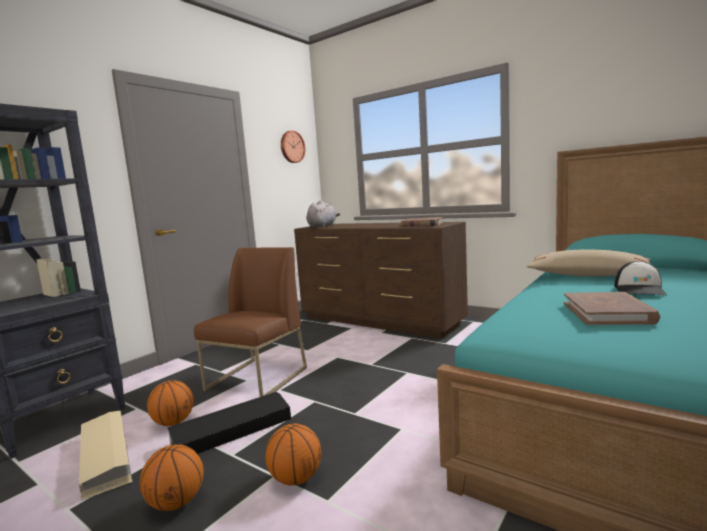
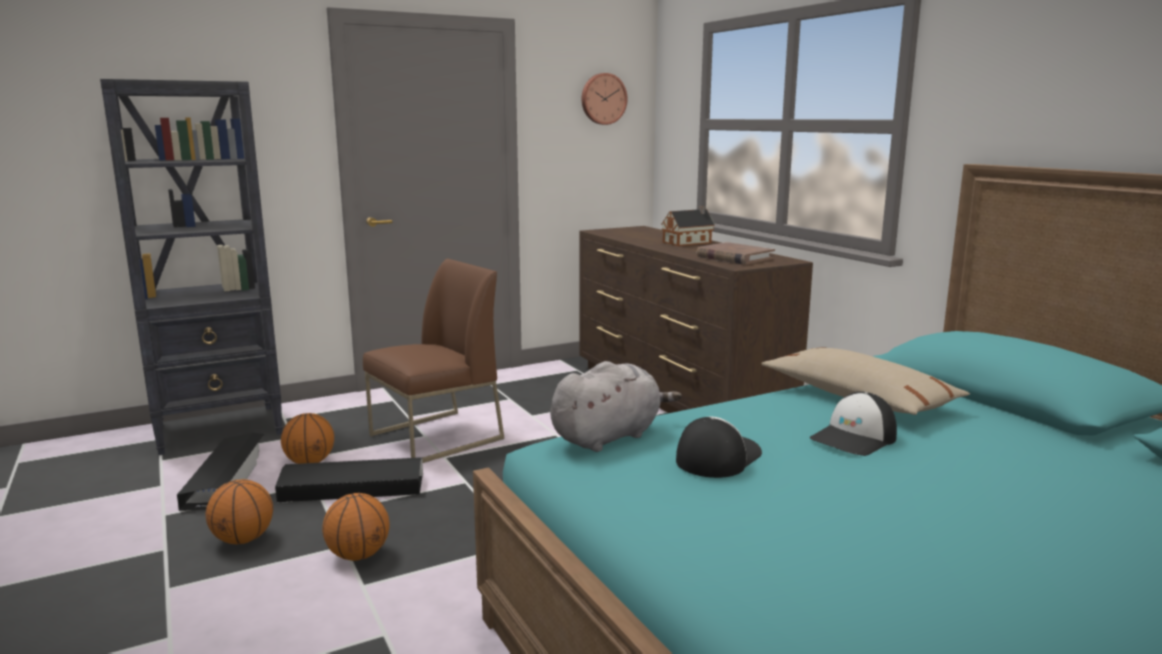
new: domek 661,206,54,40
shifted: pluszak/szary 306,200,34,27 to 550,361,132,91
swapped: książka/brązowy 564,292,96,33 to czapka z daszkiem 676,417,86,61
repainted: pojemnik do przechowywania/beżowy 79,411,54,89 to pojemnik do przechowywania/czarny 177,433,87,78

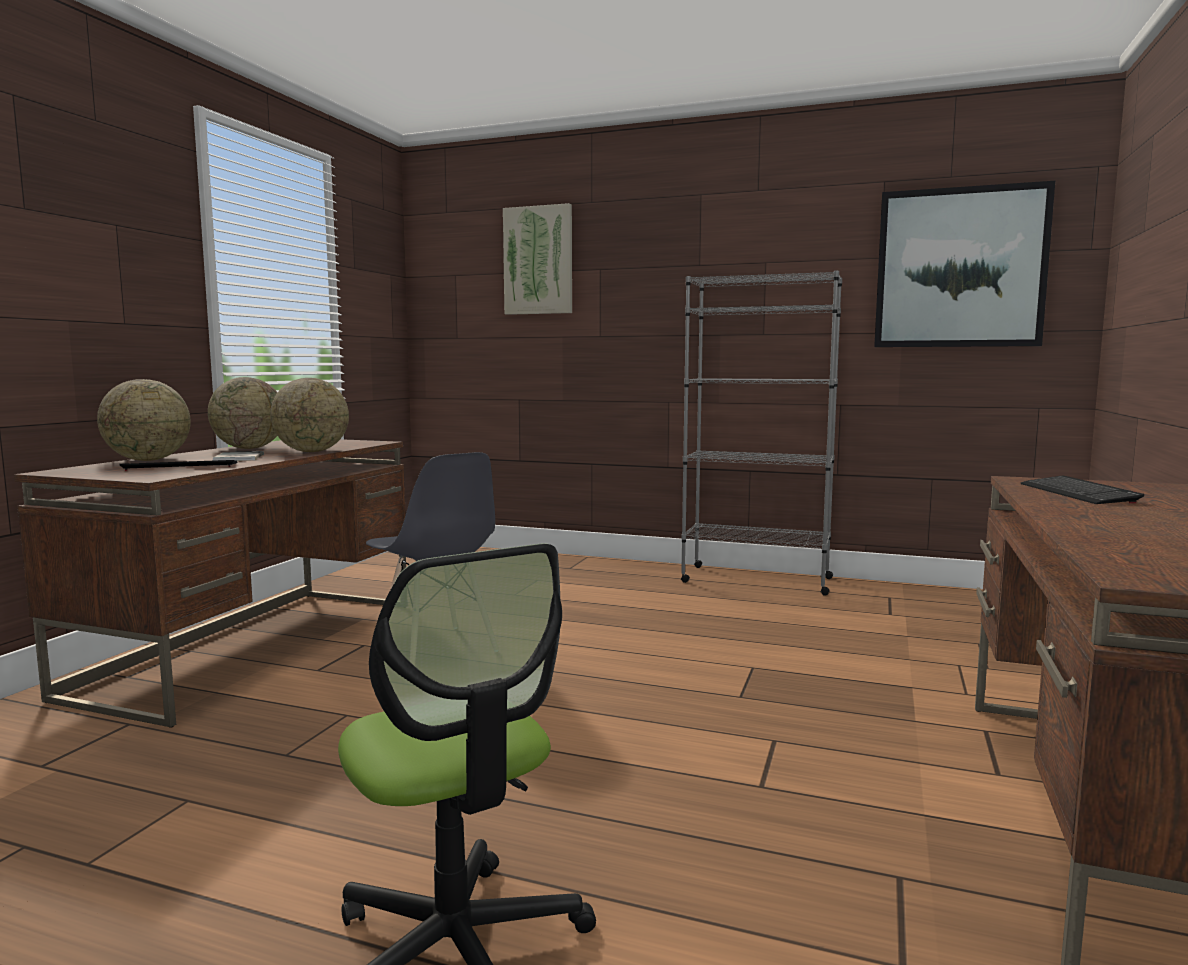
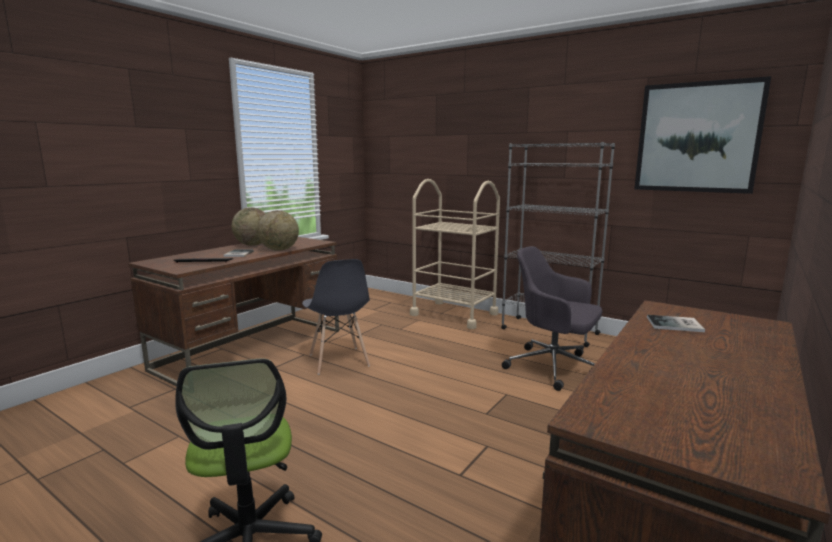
gone: globus 97,379,94,82; obraz 503,203,69,112
new: wózek/beżowy 410,179,90,150; krzesło biurowe/szary 502,246,100,145
swapped: klawiatura 1021,476,123,28 to książka 647,315,58,17

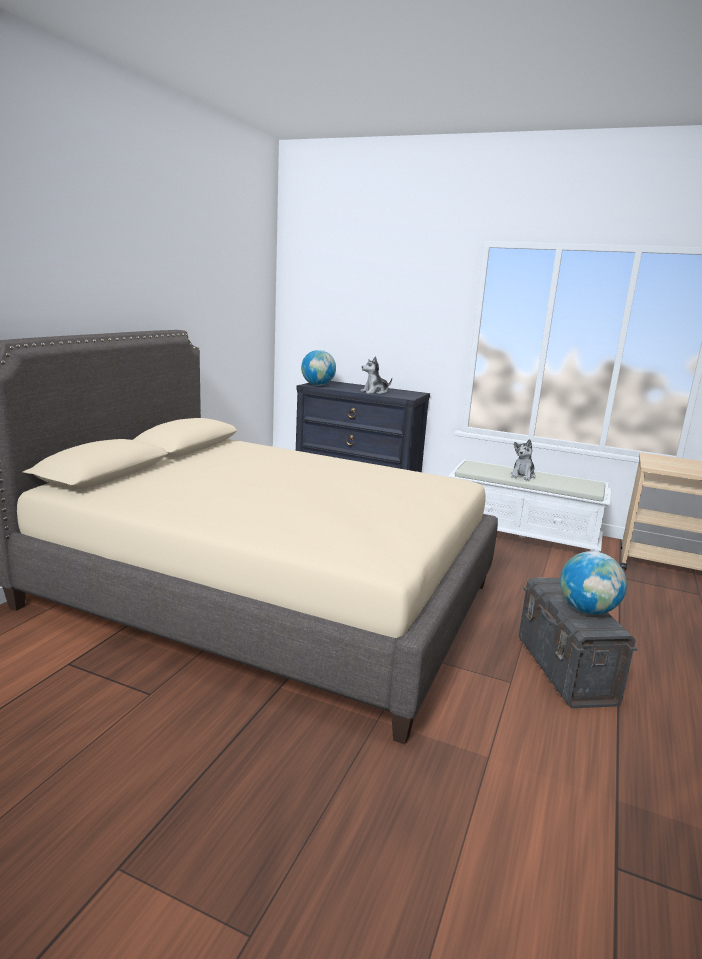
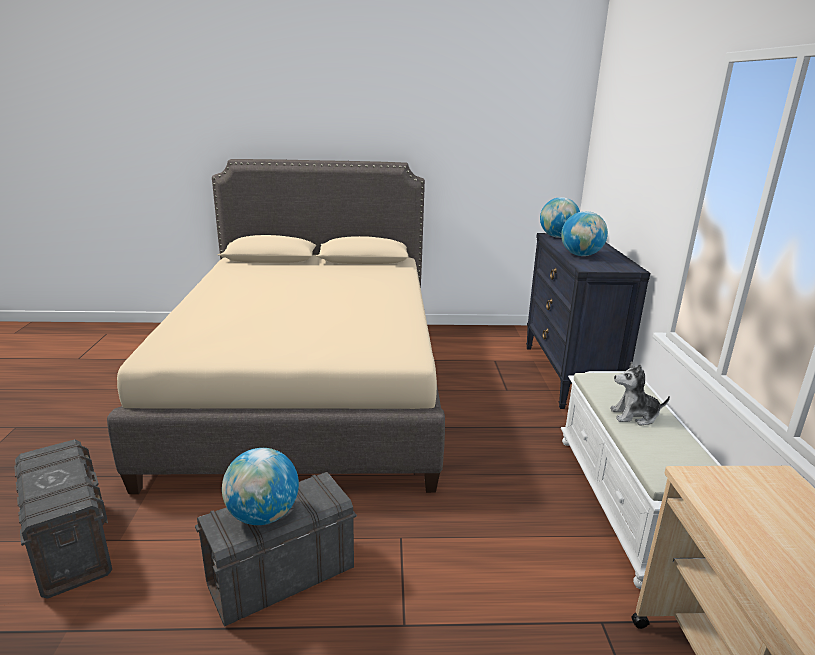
new: pojemnik do przechowywania/szary 14,439,98,160
swapped: pluszak 361,356,31,38 to globus 561,211,47,45

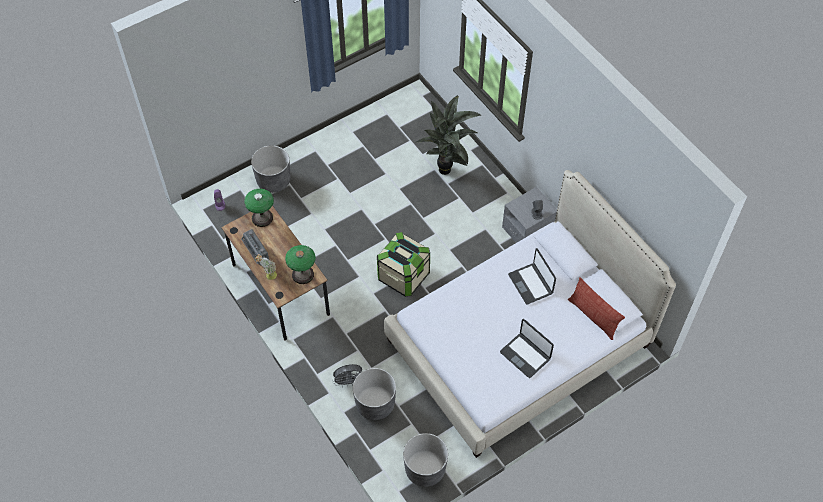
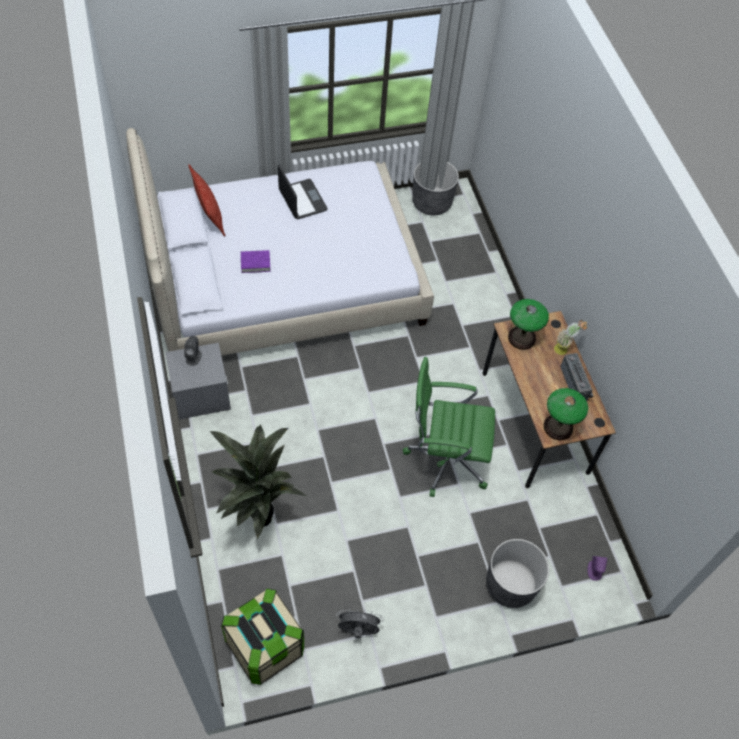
gone: donica/szary 353,368,43,52
new: krzesło biurowe/zielony 403,357,92,140
shifted: wentylator/szary 332,364,30,23 to 336,608,48,30; pojemnik do przechowywania 377,232,53,65 to 221,588,83,97
swapped: laptop 508,248,48,56 to książka/fioletowy 241,250,30,23

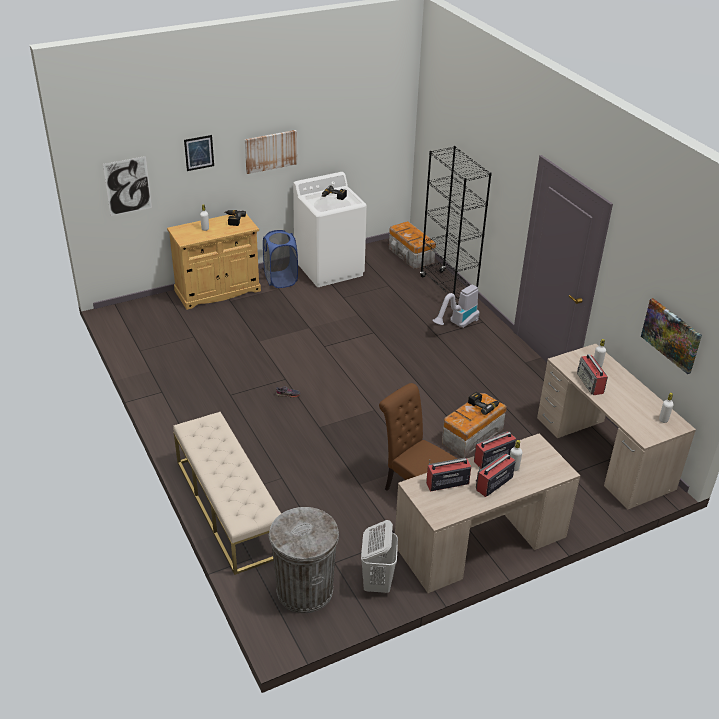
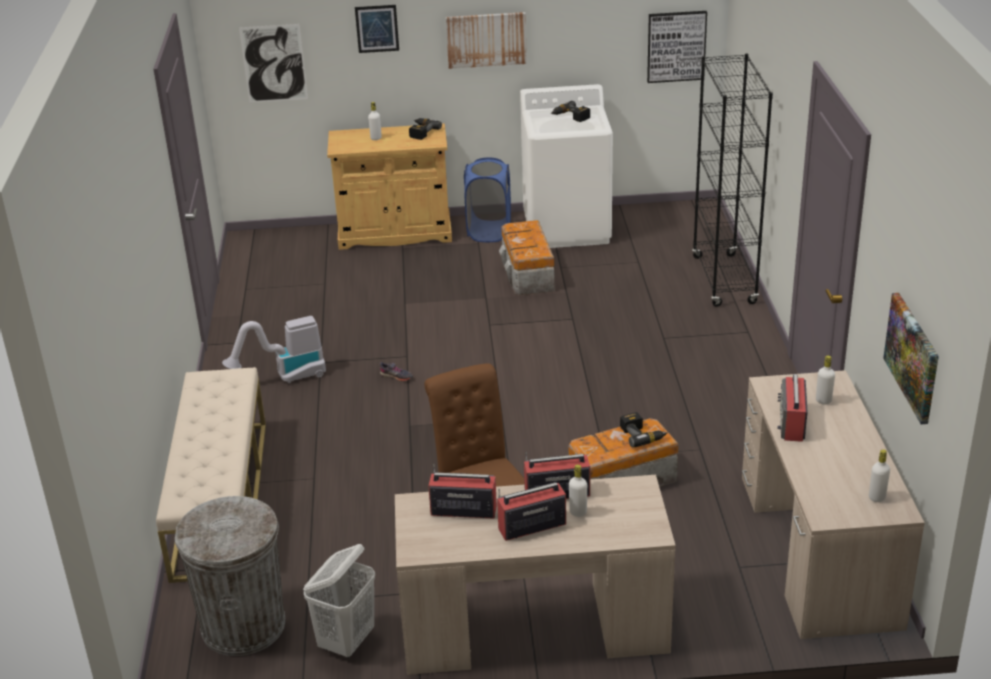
new: obraz 647,11,60,72
shifted: pojemnik do przechowywania 389,221,47,48 to 499,220,56,75; odkurzacz 432,285,48,43 to 222,316,104,67

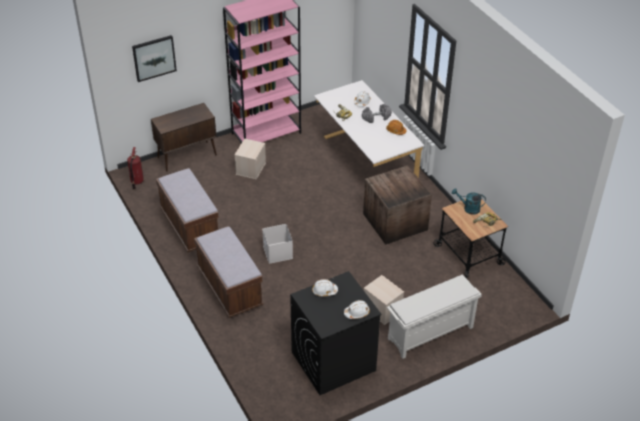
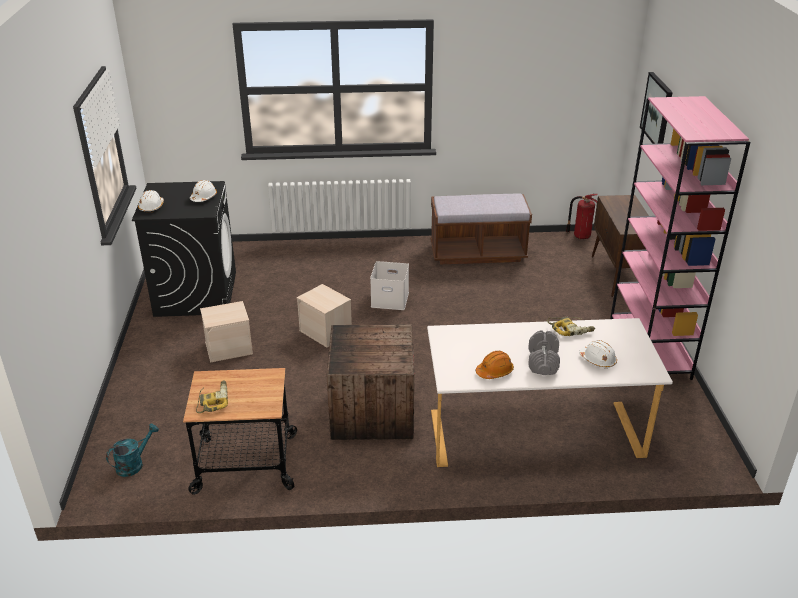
gone: ławka/brązowy 194,226,70,92; regał na buty/biały 387,275,95,84
shifted: pojemnik do przechowywania/beżowy 235,139,31,41 to 297,284,55,64; konewka/turkusowy 452,188,34,27 to 106,424,53,53

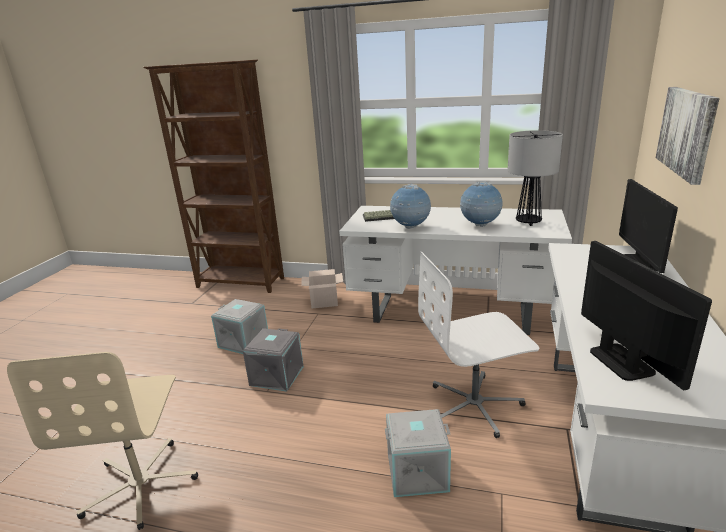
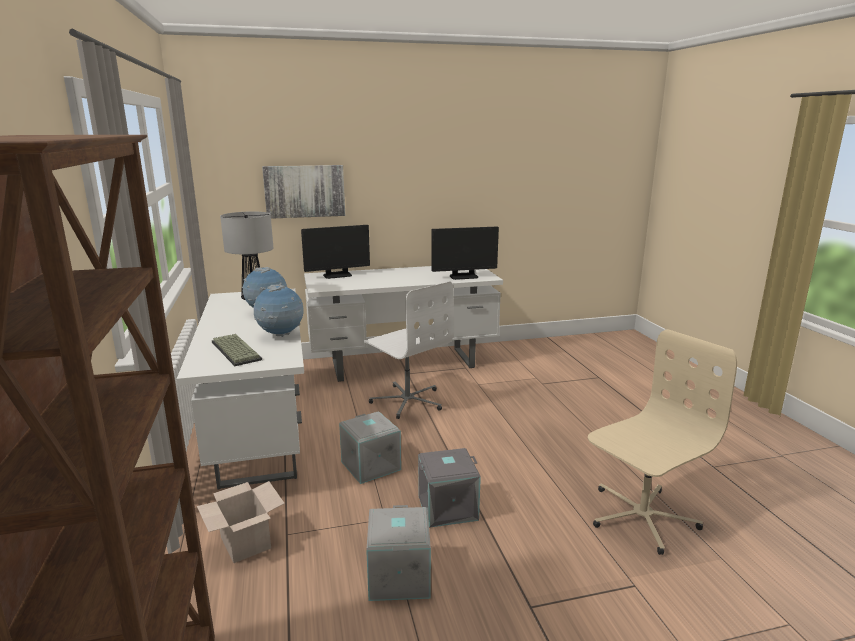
shifted: pojemnik do przechowywania/szary 385,409,66,88 to 339,411,62,73
rotated: monitor 581,241,131,149 = 431,227,68,53 150 degrees counterclockwise

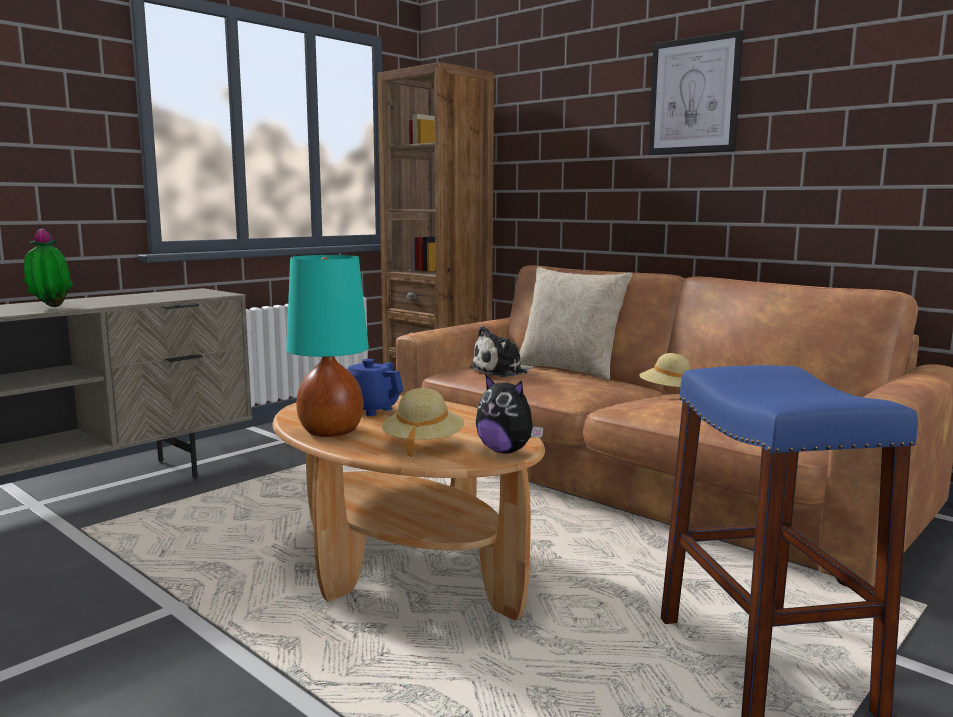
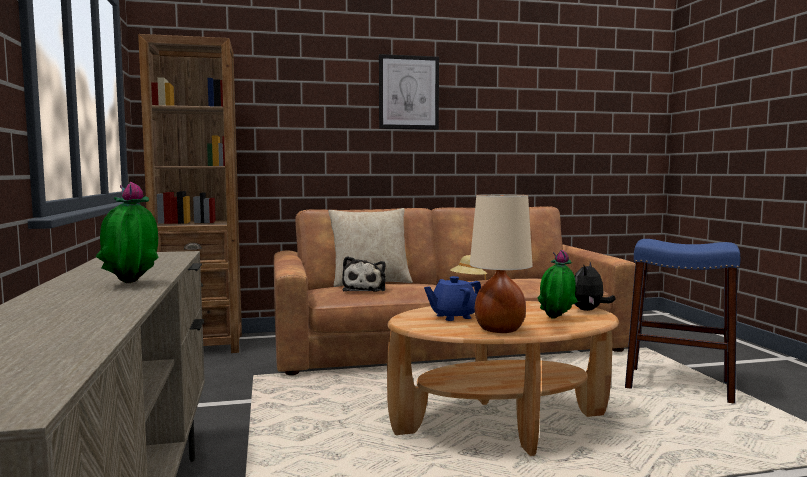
swapped: kapelusz/beżowy 382,388,82,69 to roślina doniczkowa 538,250,40,69
repainted: lampa stołowa/turkusowy 286,255,83,182 to lampa stołowa/beżowy 470,194,63,139
rotated: pluszak 476,374,68,80 = 575,262,41,49 135 degrees clockwise

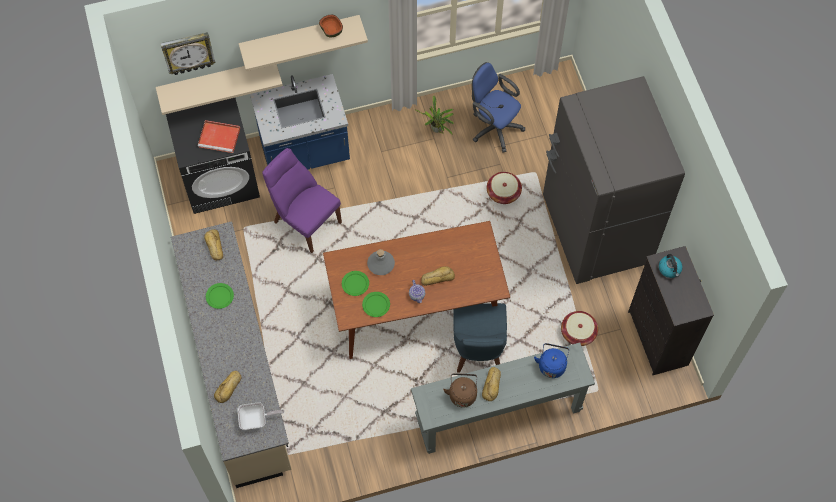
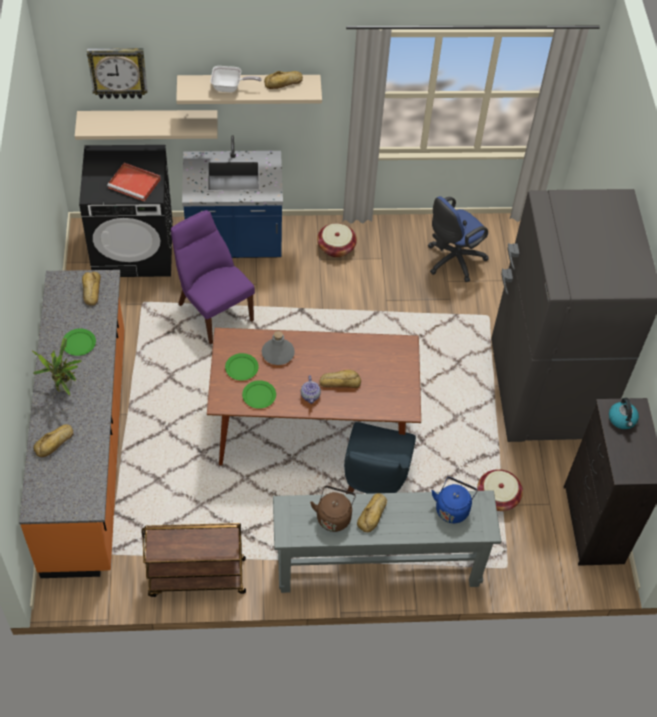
new: wózek/brązowy 142,523,104,74
shifted: patelnia 237,402,47,28 to 211,66,51,27; roślina doniczkowa 415,95,39,40 to 32,338,50,58; koszyk 487,172,35,32 to 317,223,40,34
swapped: miska 319,14,24,24 to chleb 264,71,39,18
repainted: zabudowa kuchenna/beżowy 171,221,121,267 to zabudowa kuchenna/pomarańczowy 19,270,105,308
rotated: krzesło biurowe/niebieski 472,62,53,91 = 428,196,61,86 90 degrees counterclockwise

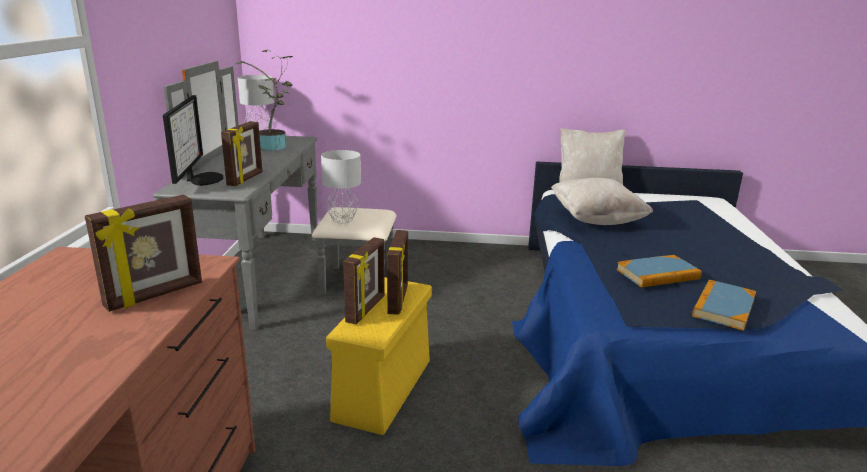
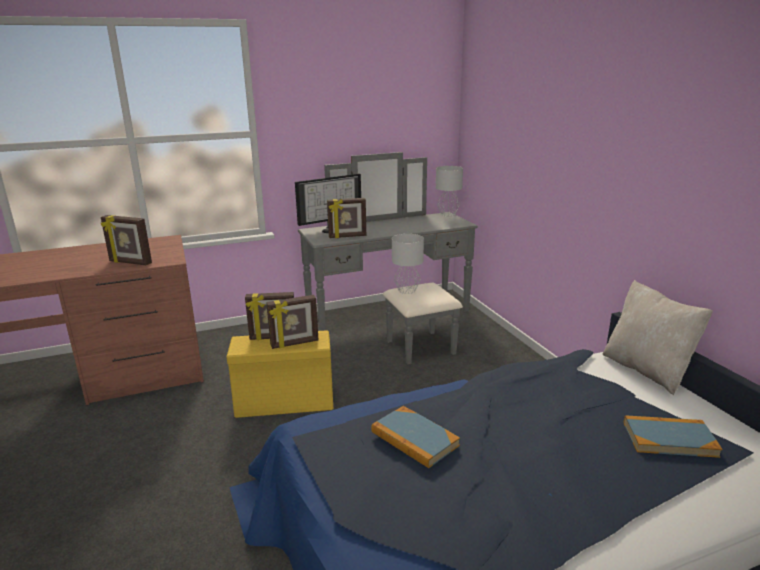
gone: roślina doniczkowa 235,49,58,102; poduszka/beżowy 551,178,103,47
shifted: książka 692,280,64,51 to 624,415,98,43

